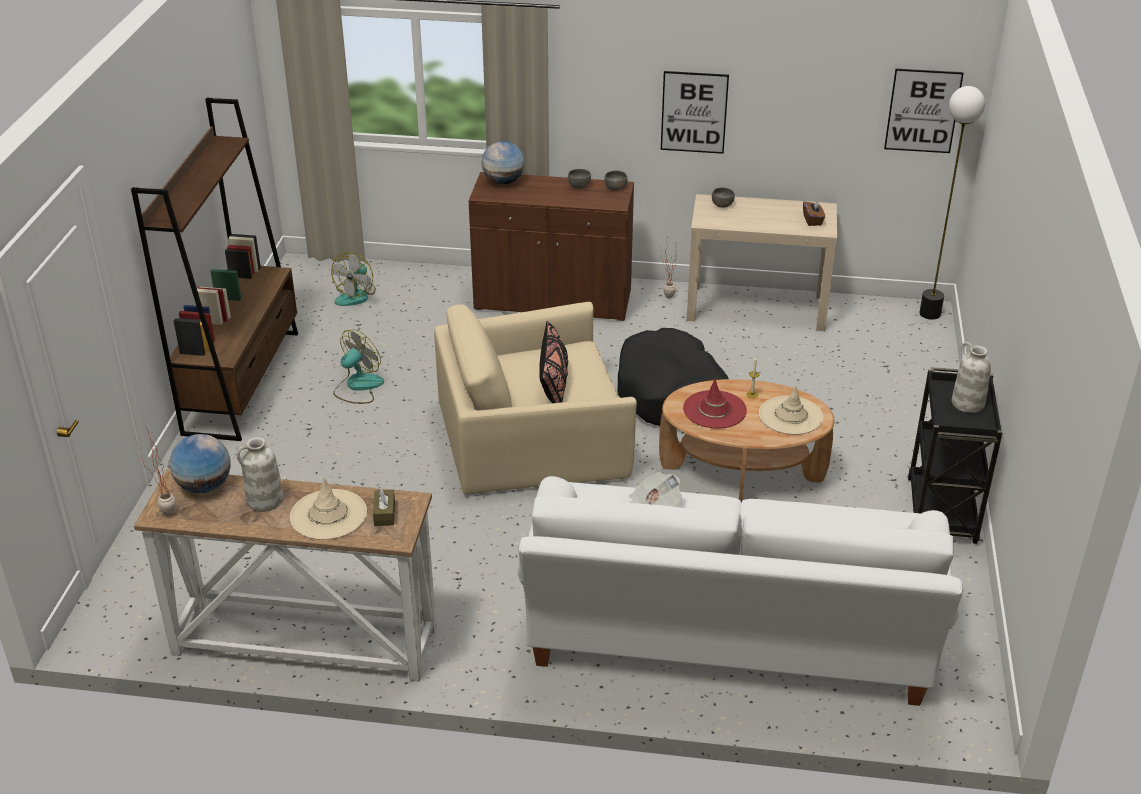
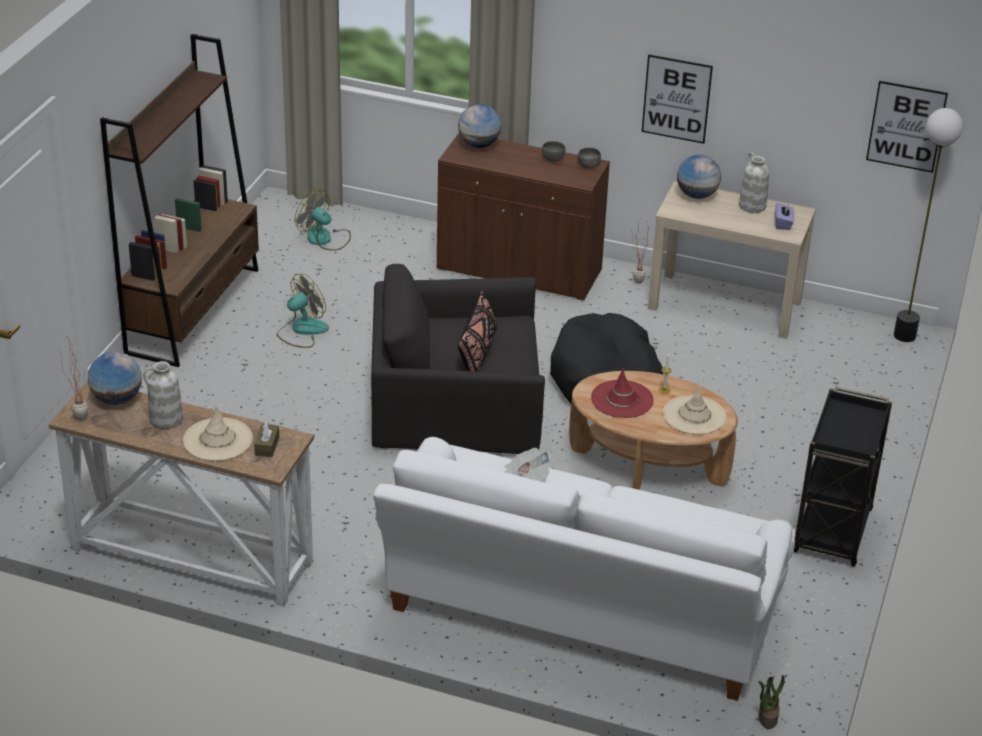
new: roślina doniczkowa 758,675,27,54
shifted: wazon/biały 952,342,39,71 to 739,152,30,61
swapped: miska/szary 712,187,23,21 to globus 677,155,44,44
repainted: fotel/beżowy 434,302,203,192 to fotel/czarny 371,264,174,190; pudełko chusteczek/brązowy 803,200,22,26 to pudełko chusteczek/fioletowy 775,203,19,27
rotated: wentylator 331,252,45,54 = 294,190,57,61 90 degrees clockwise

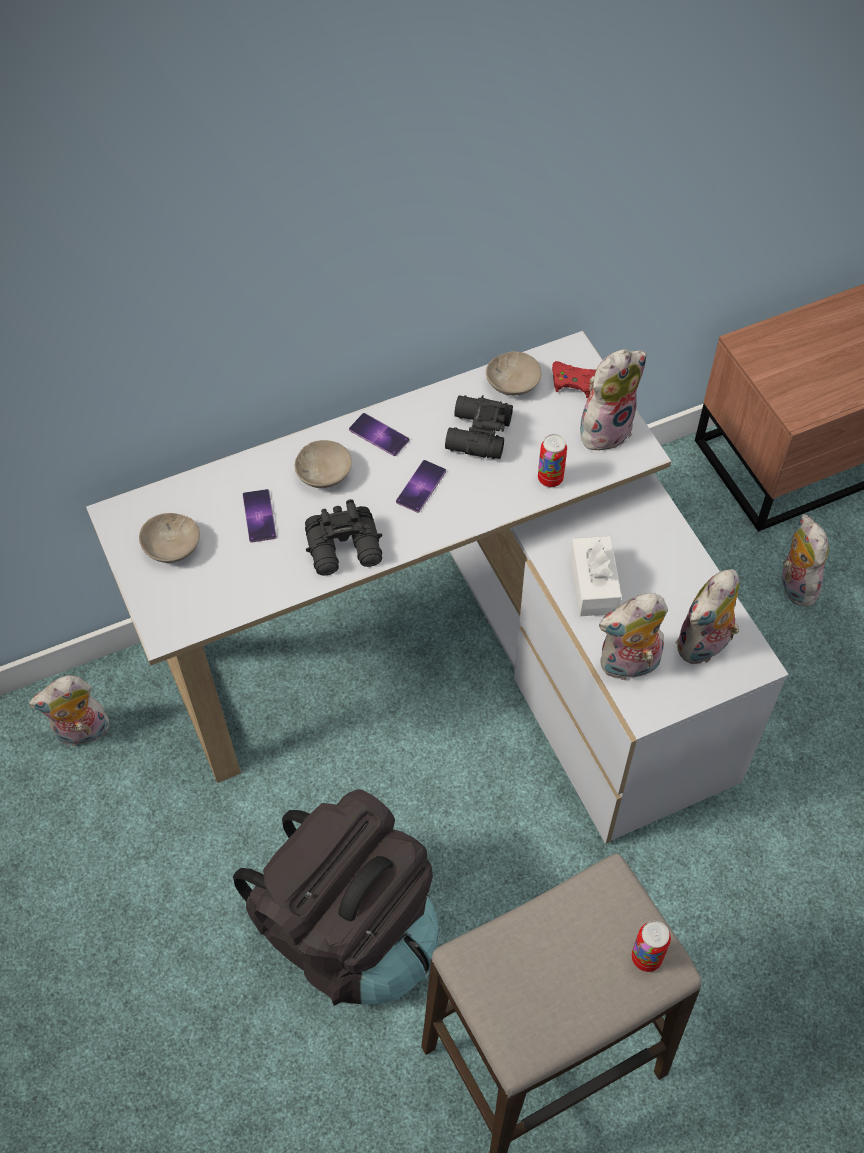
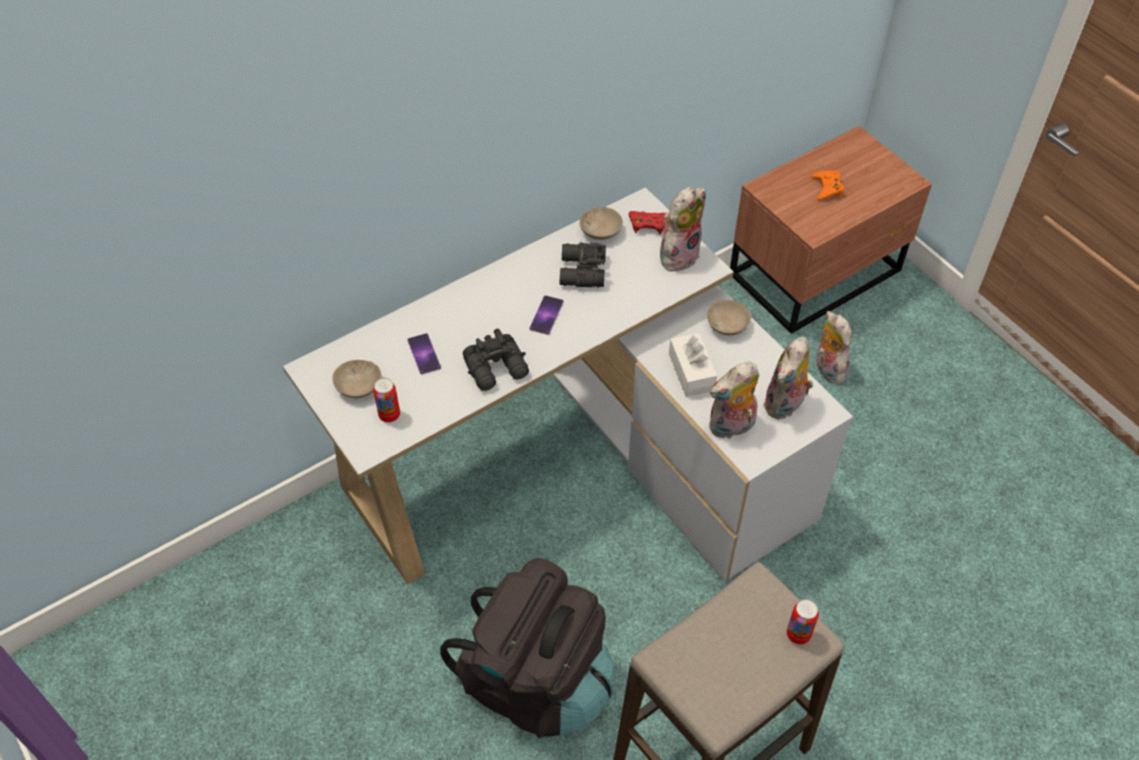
gone: pluszak 29,675,80,72; telefon 349,413,61,43
new: pad do gier/pomarańczowy 811,170,33,30
shifted: miska/beżowy 295,440,57,48 to 707,300,44,35; puszka 538,434,29,53 to 373,378,27,44

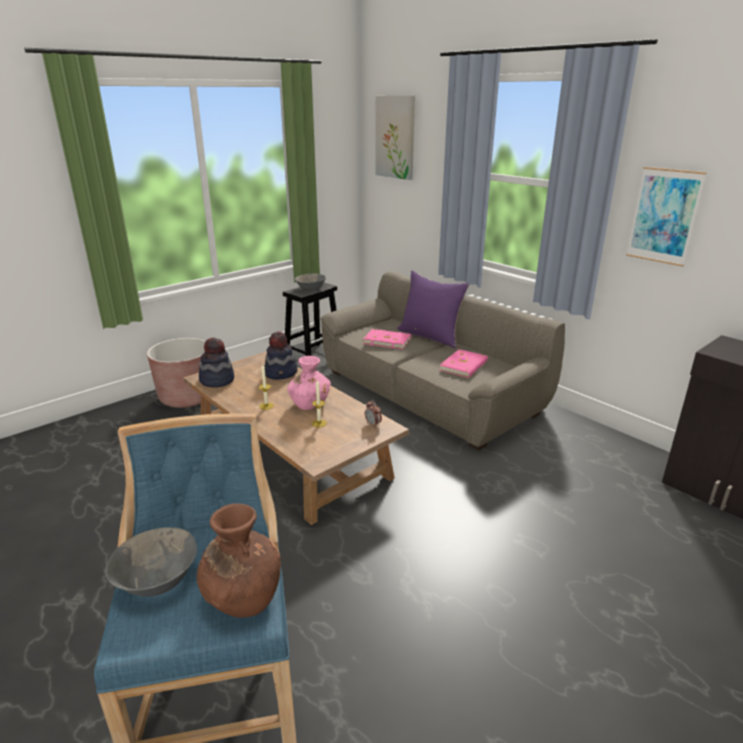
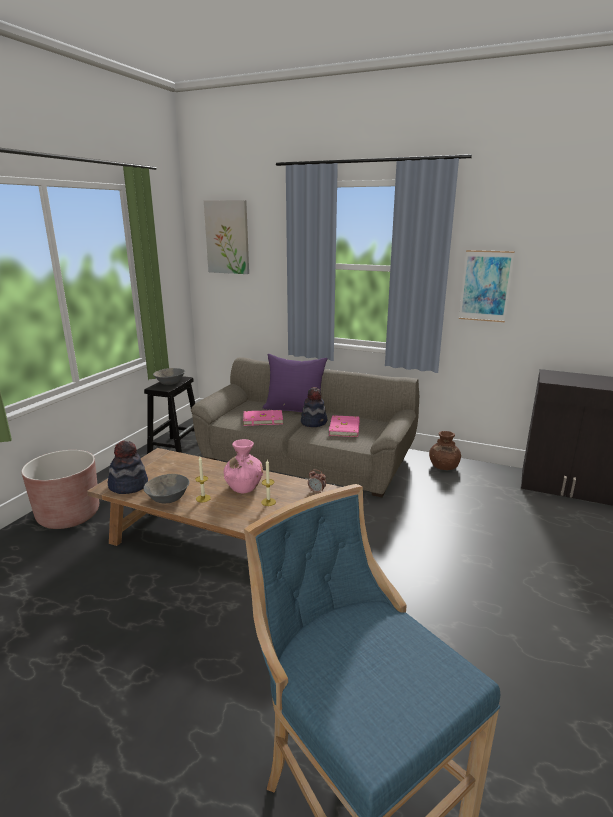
shifted: miska/szary 105,527,92,70 to 143,474,47,29; wazon/brązowy 197,503,84,115 to 429,431,32,39; kapelusz 265,331,33,49 to 301,387,26,40

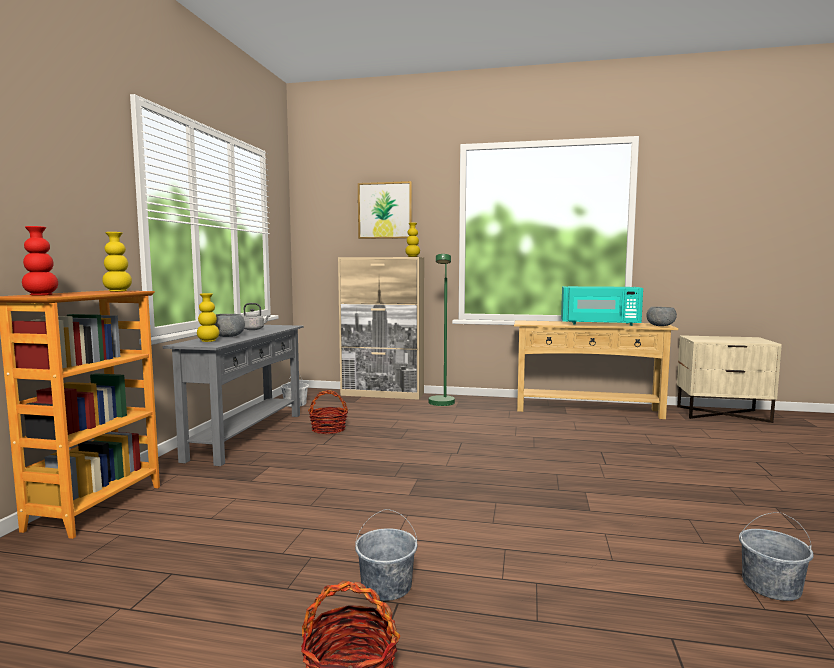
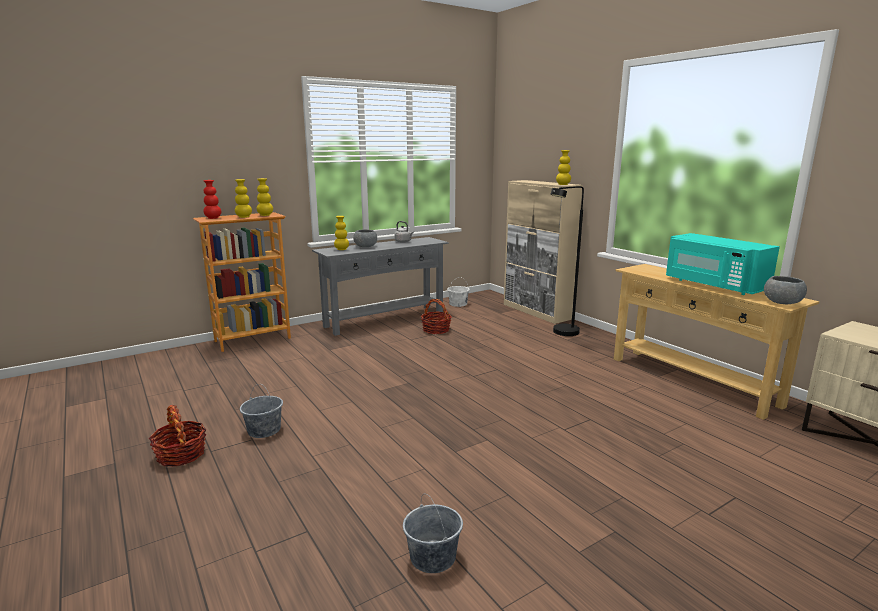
gone: obraz 358,181,54,58
new: wazon/żółty 235,179,17,39
repainted: lampa stojąca/zielony 429,254,26,152 to lampa stojąca/czarny 551,186,33,150

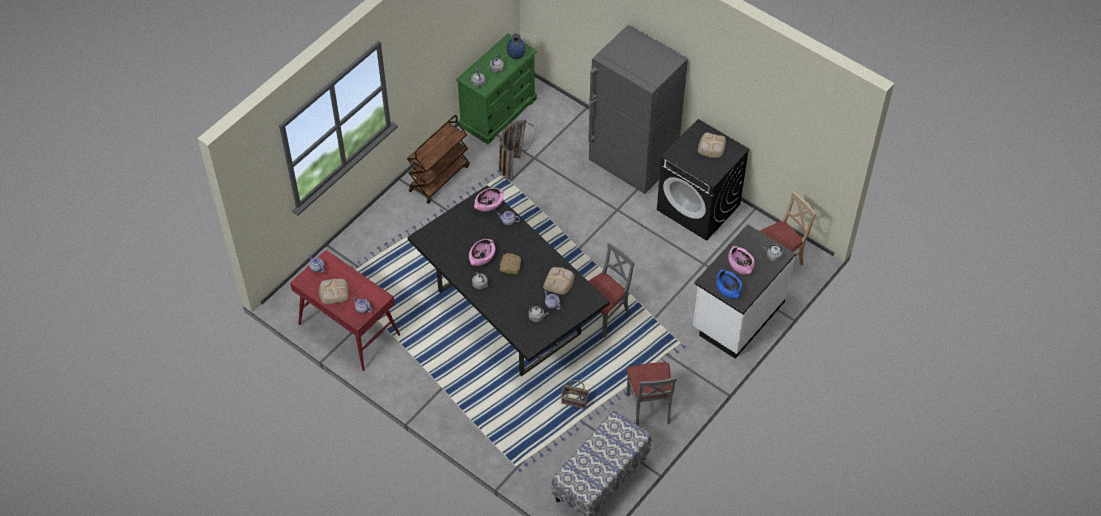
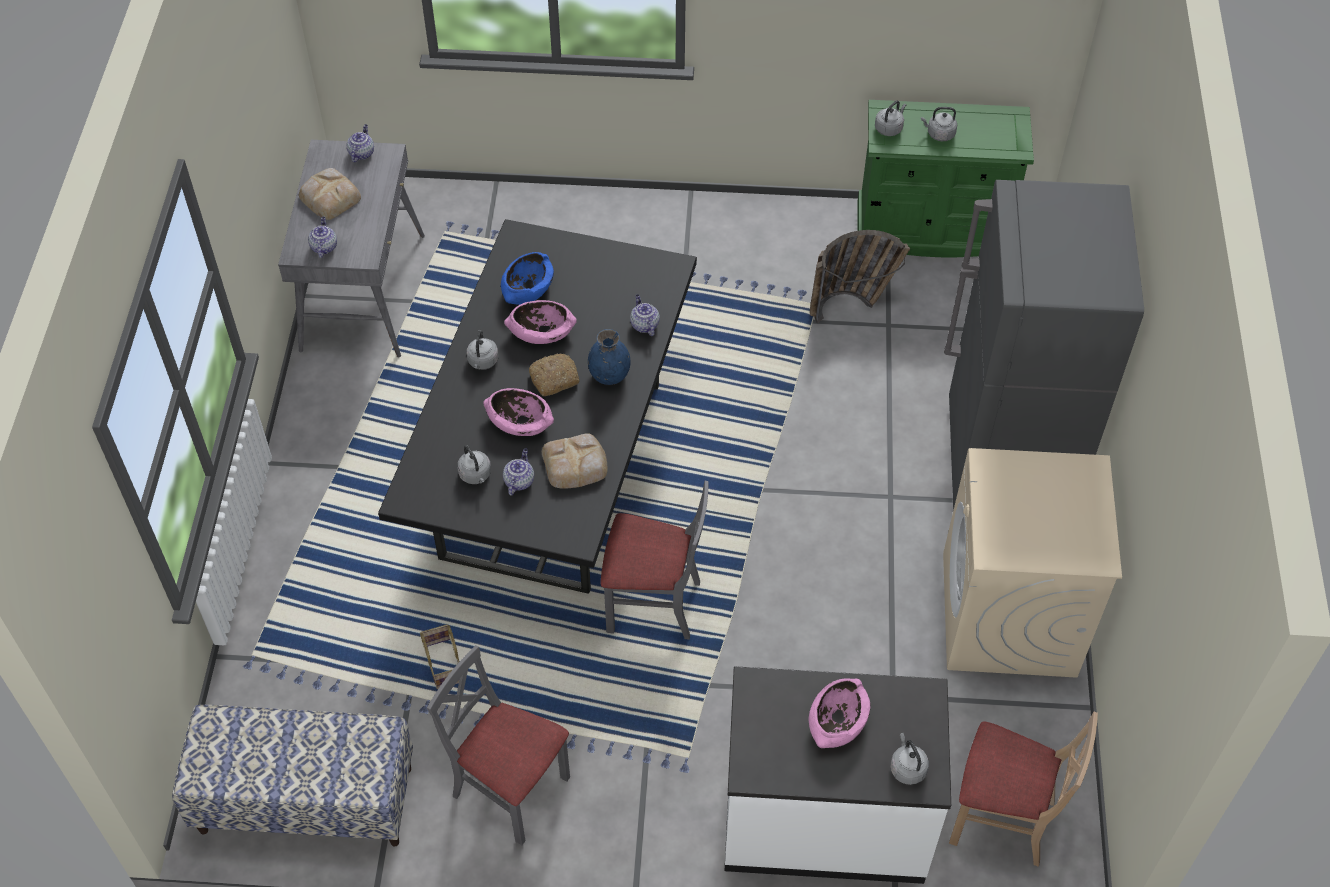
gone: wózek/brązowy 407,115,63,89; chleb 698,133,28,25
shifted: miska/różowy 474,188,30,23 to 483,388,71,48; wazon/niebieski 507,33,19,26 to 588,329,43,56; miska/niebieski 716,270,26,29 to 501,252,53,53
repainted: biurko/czerwony 290,250,110,121 to biurko/szary 278,140,147,218; pralka/czarny 657,119,93,122 to pralka/beżowy 943,448,179,230
rotated: krzesło/szary 626,362,51,64 = 427,645,143,200 75 degrees clockwise

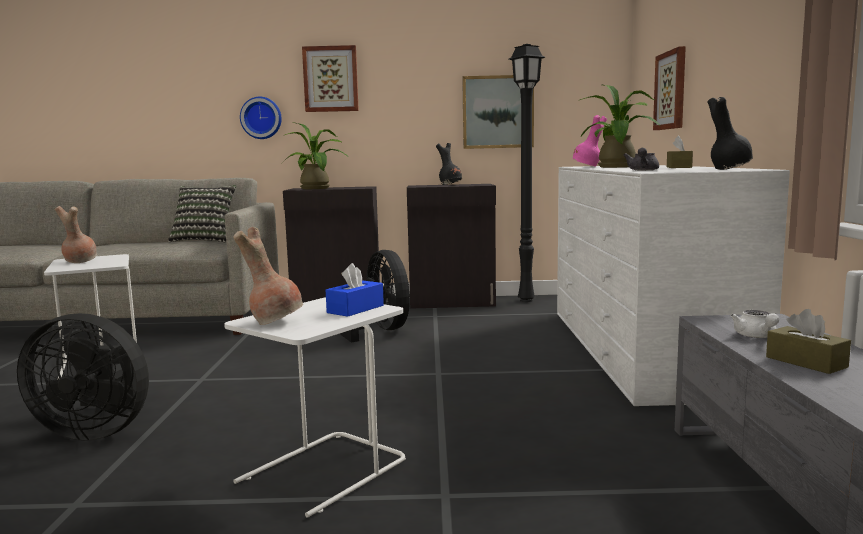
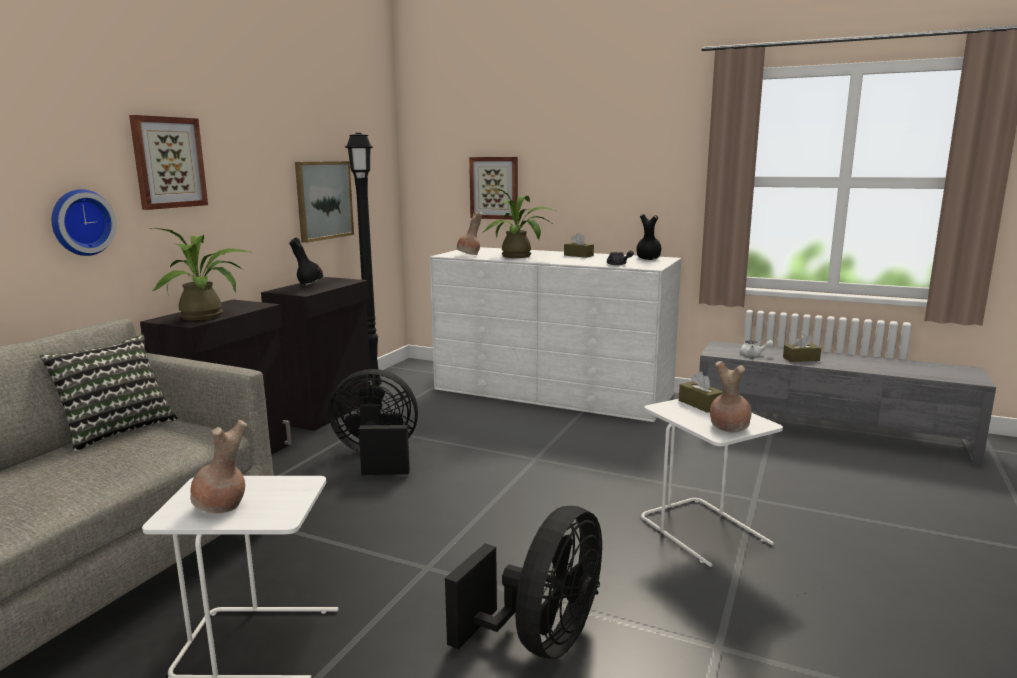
repainted: pudełko chusteczek/niebieski 326,263,58,54 to pudełko chusteczek/brązowy 679,371,43,42; wazon/różowy 572,115,35,52 to wazon/brązowy 457,212,26,43

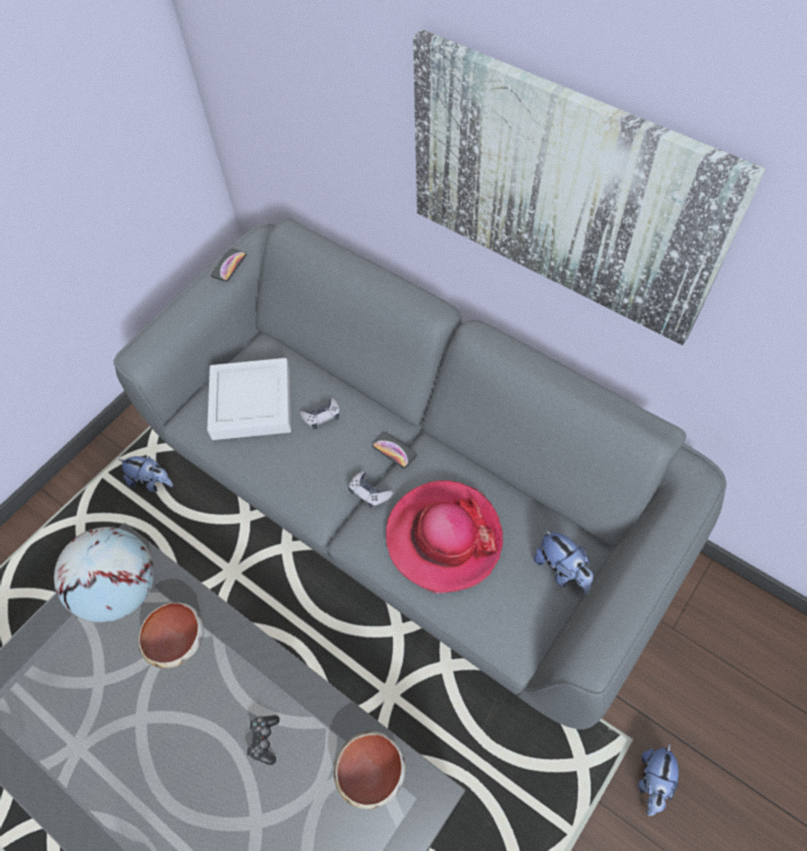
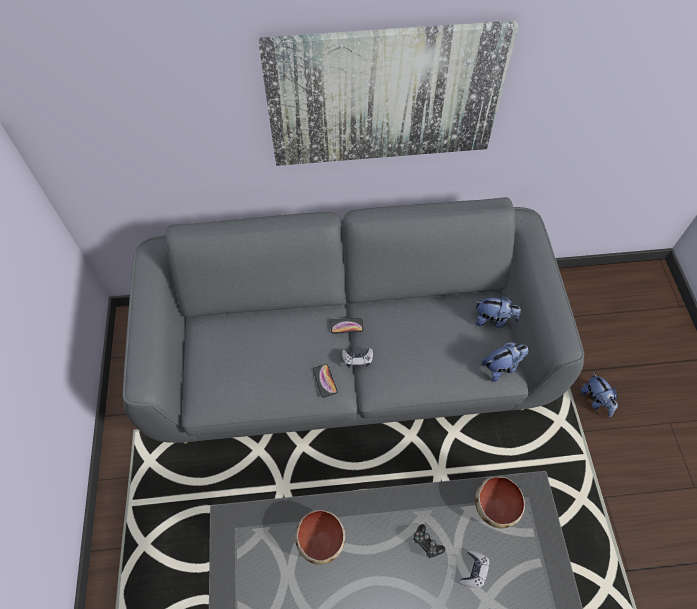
gone: globus 54,527,100,95; taca/biały 207,358,84,82; kapelusz 386,480,117,114
shifted: pluszak 118,456,55,36 to 481,342,47,40; telefon 211,248,36,34 to 313,364,24,33; pad do gier 300,398,40,31 to 460,550,30,38

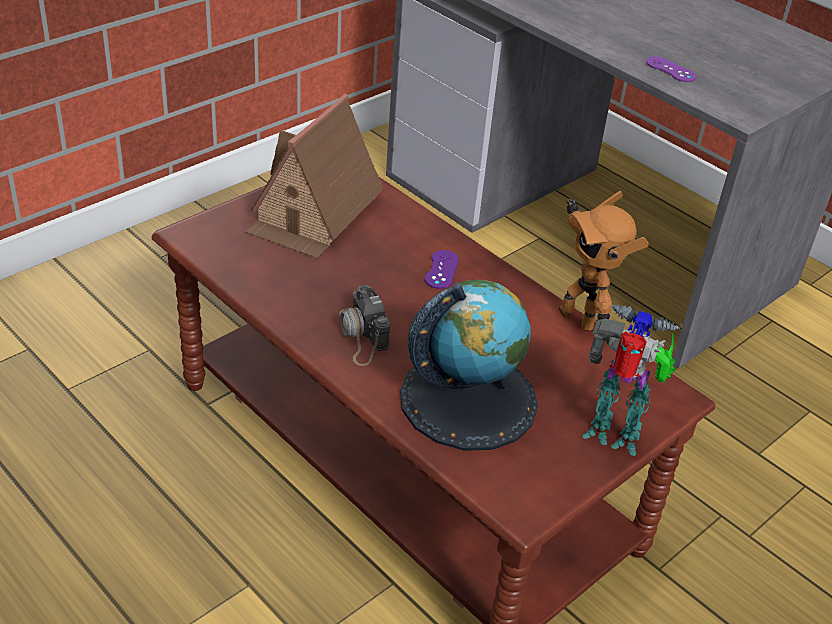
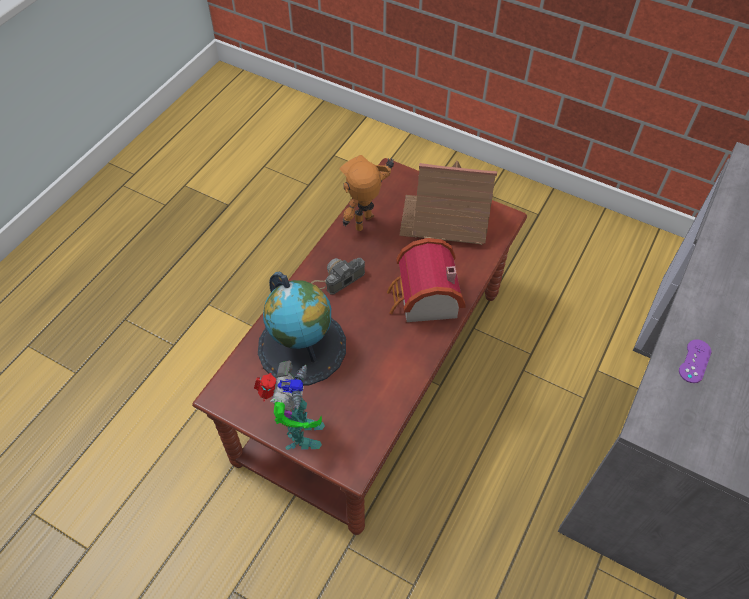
shifted: robot zabawkowy 559,191,89,140 to 339,155,55,76
swapped: pad do gier/fioletowy 425,250,34,39 to domek 387,238,79,84

